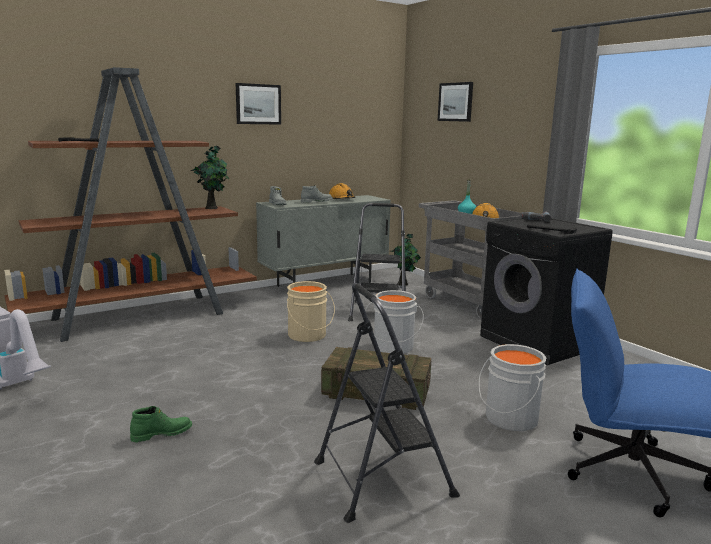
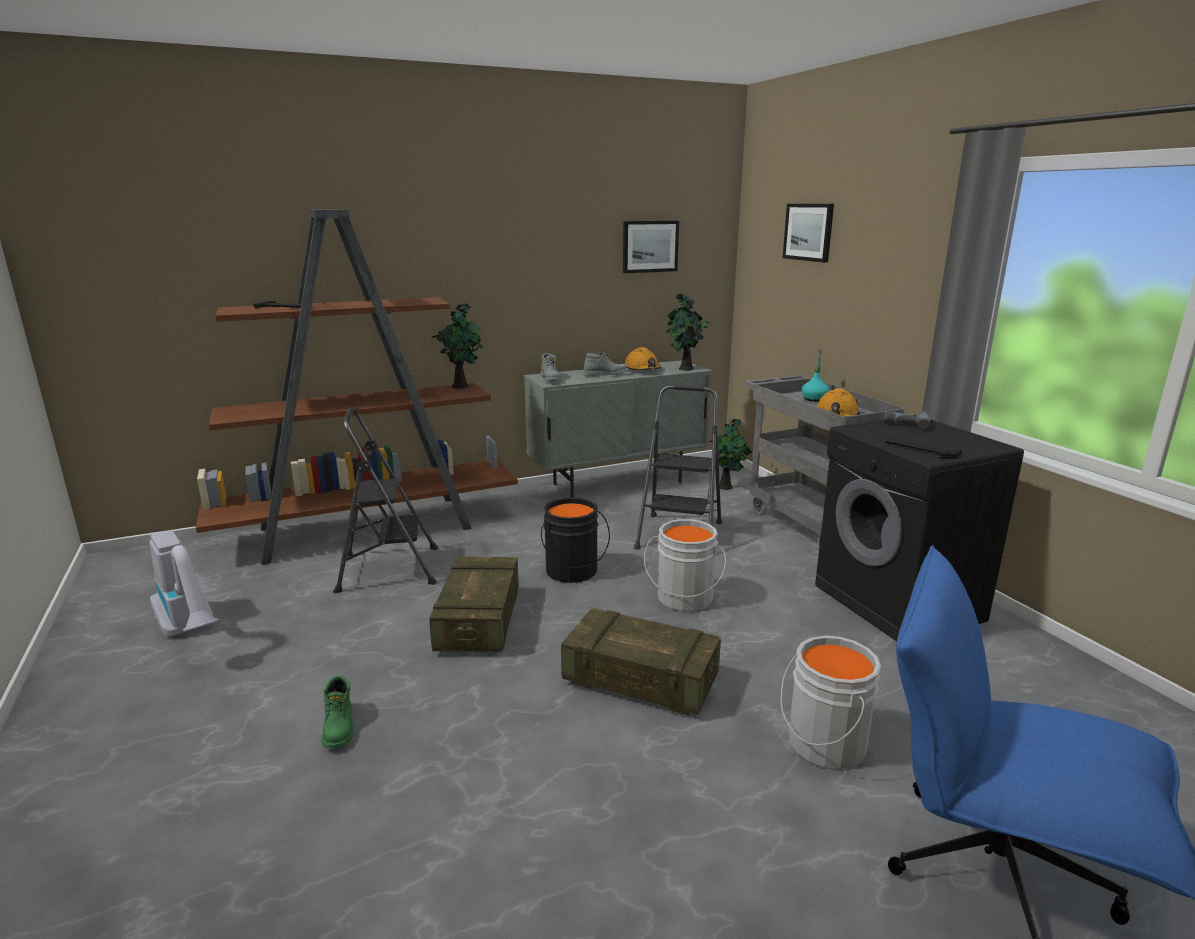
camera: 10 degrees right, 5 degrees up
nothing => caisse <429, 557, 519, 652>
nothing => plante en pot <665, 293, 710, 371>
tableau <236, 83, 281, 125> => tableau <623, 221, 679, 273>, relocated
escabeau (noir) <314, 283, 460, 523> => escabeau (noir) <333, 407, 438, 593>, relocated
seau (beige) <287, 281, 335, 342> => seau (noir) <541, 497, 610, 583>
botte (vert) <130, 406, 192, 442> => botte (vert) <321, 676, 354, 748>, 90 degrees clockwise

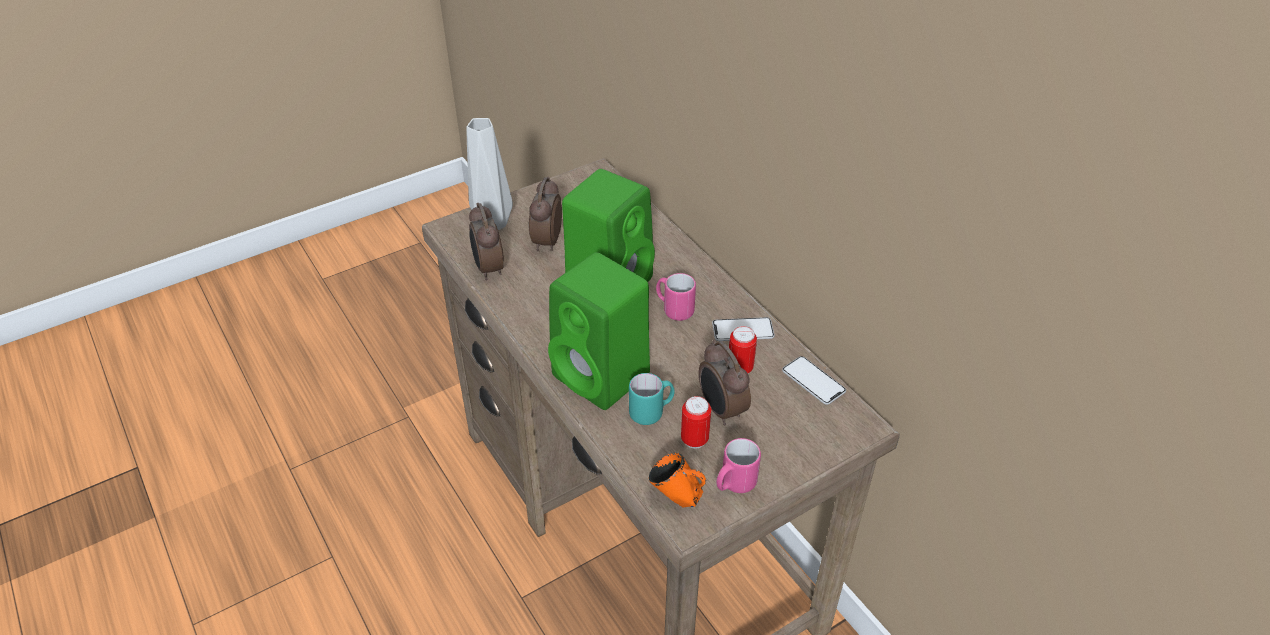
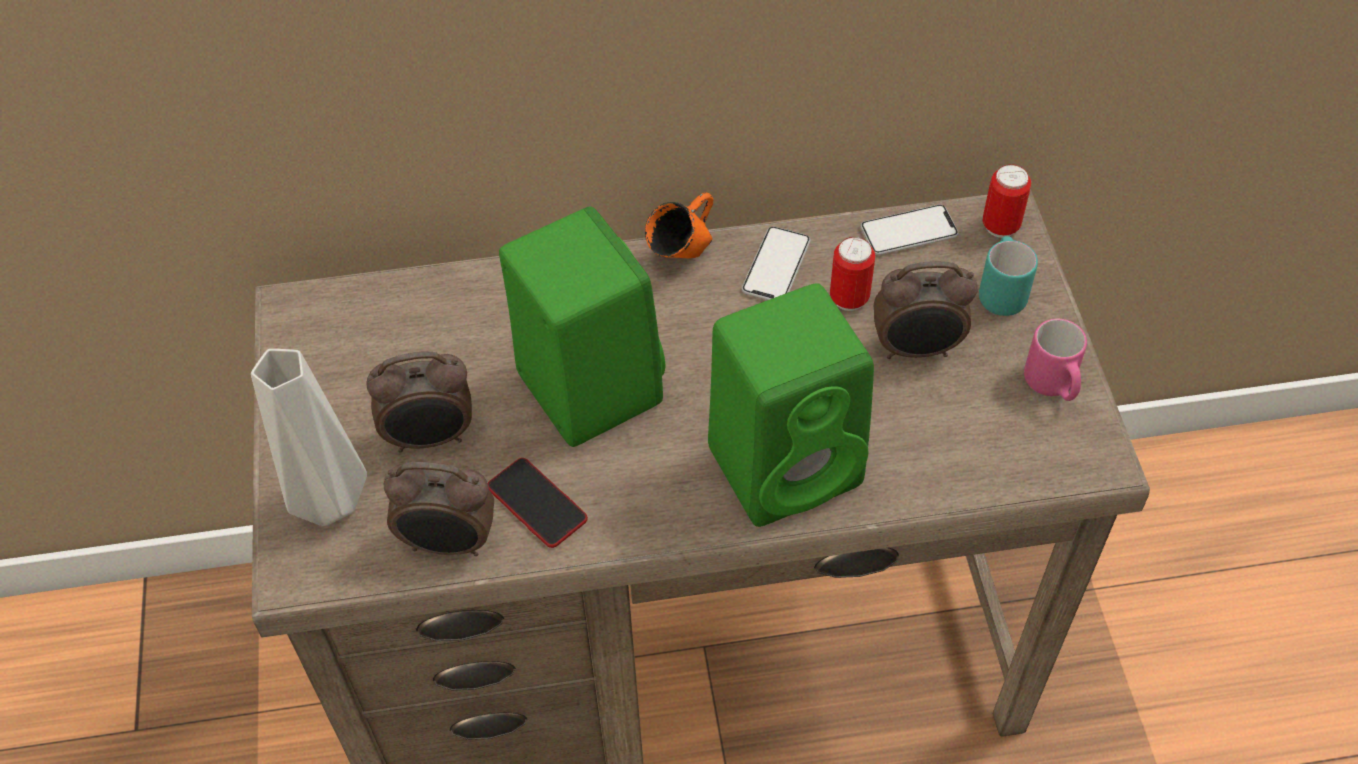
camera: 65 degrees left, 10 degrees up
mug (rose) <656, 273, 696, 321> => nothing
nothing => téléphone <488, 458, 588, 548>
mug (turquoise) <629, 373, 675, 425> => mug (turquoise) <979, 236, 1038, 316>, relocated
mug (orange) <649, 453, 706, 507> => mug (orange) <645, 193, 713, 258>, relocated
boîte métallique <681, 396, 711, 449> => boîte métallique <982, 164, 1031, 238>, relocated
réveil <529, 177, 562, 251> => réveil <366, 352, 472, 453>, 45 degrees counterclockwise

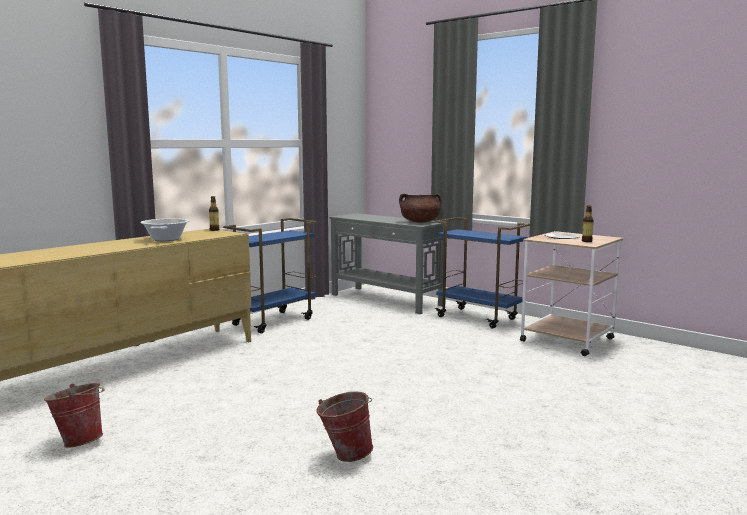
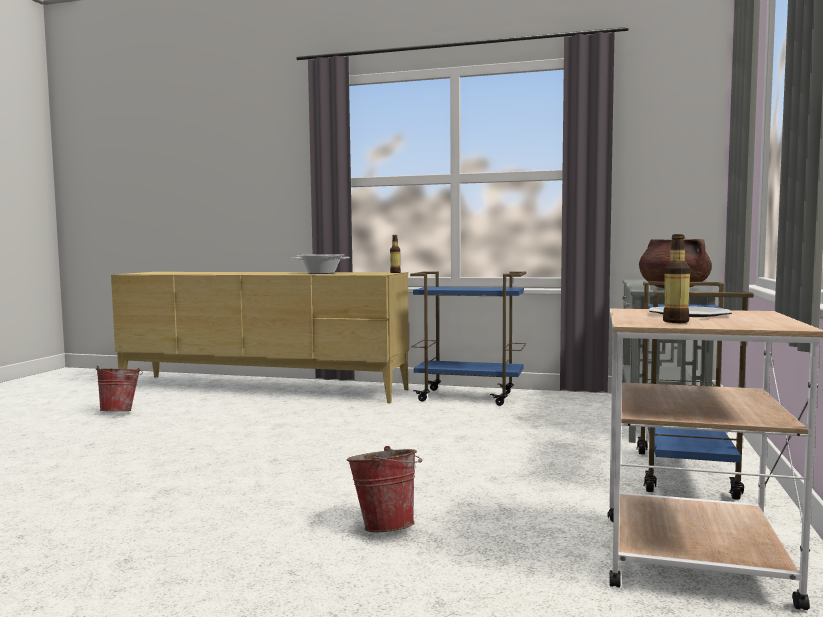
camera: 65 degrees right, 5 degrees down
seau <317, 391, 373, 462> => seau <347, 446, 422, 532>, relocated

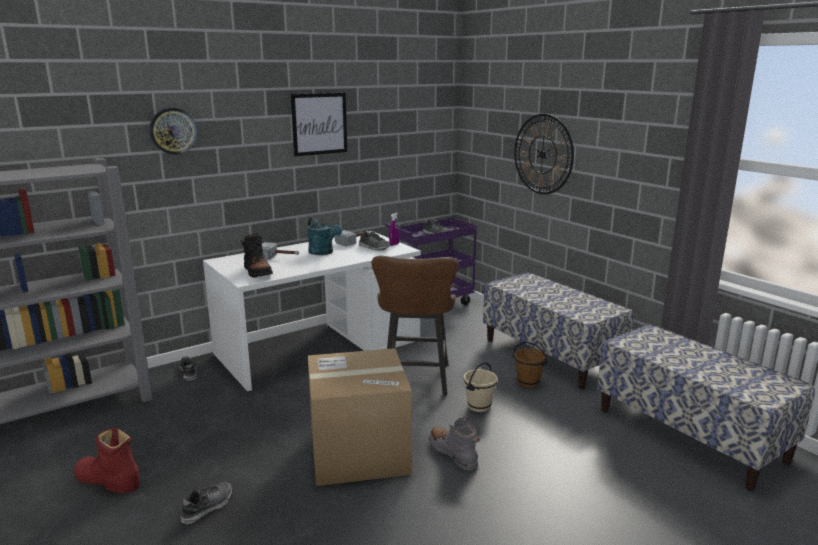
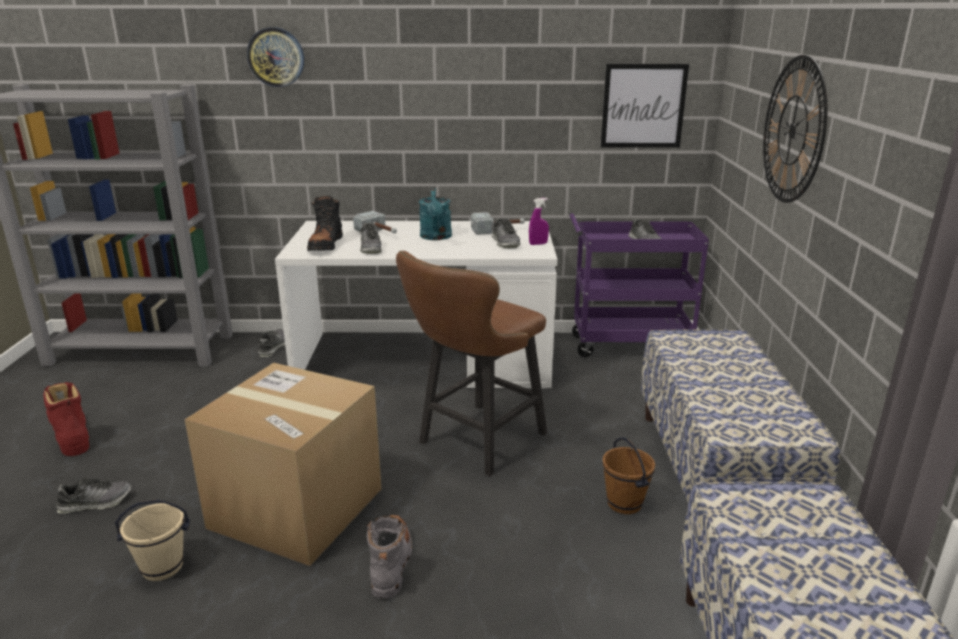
camera: 35 degrees right, 5 degrees up
nothing => chaussure <359, 222, 382, 254>
tableau <291, 93, 347, 156> => tableau <600, 64, 689, 148>, relocated
seau (beige) <464, 362, 497, 412> => seau (beige) <115, 499, 190, 581>, relocated

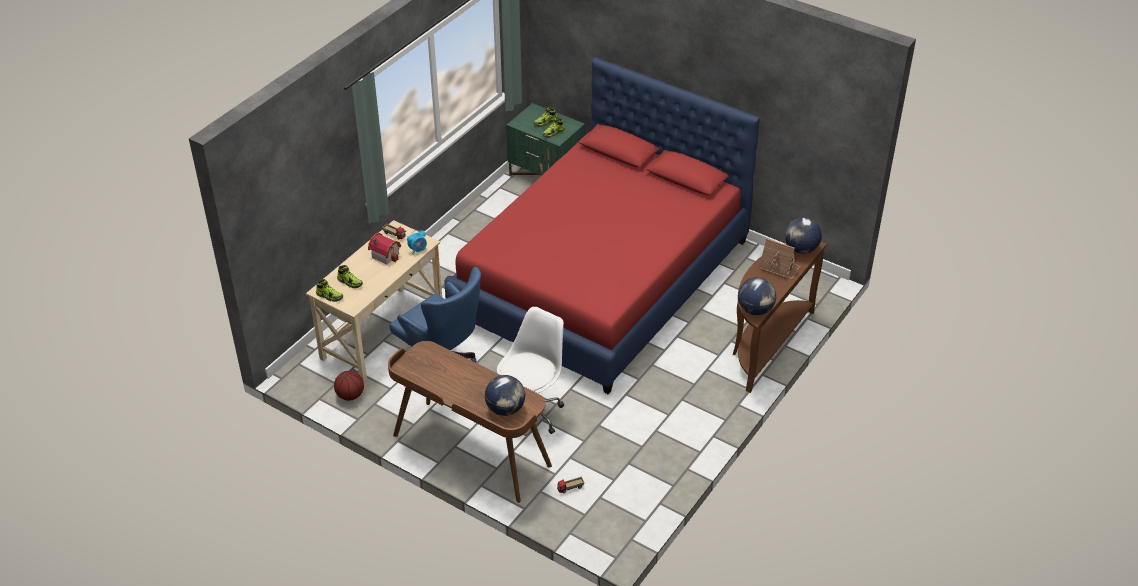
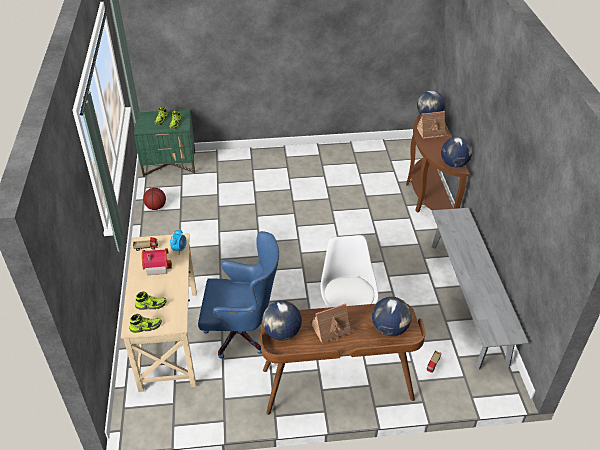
camera: 40 degrees left, 0 degrees up
lit (rouge) <444, 57, 760, 394> => nothing
nothing => globe <262, 301, 302, 341>
nothing => maison miniature <311, 303, 355, 343>
nothing => banc (gris) <432, 208, 529, 371>
ballon de basket <334, 371, 364, 401> => ballon de basket <143, 188, 166, 210>, relocated

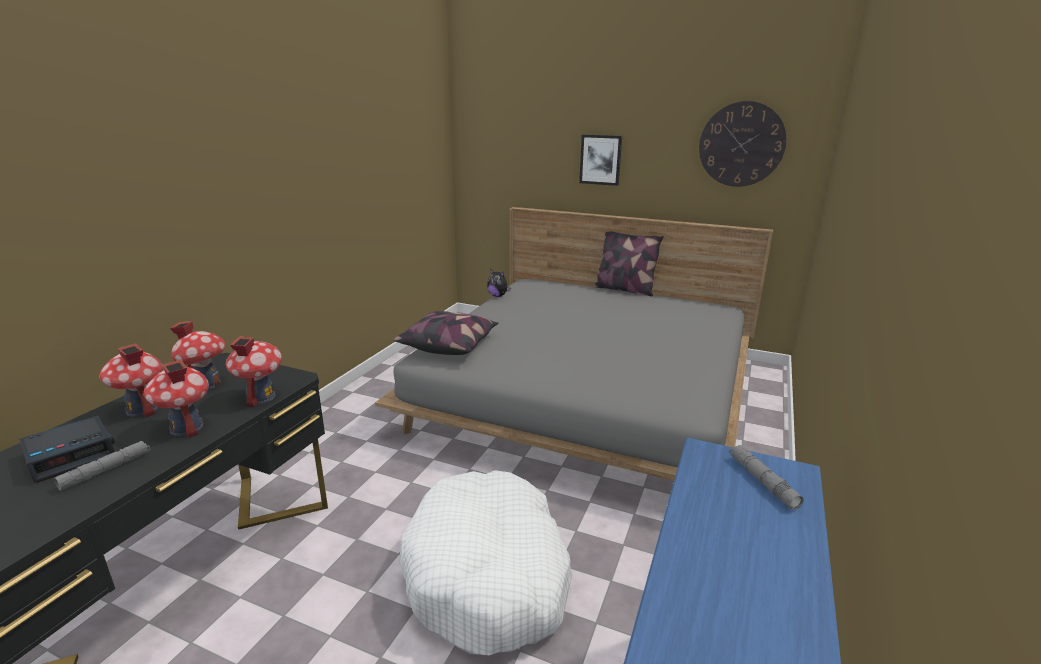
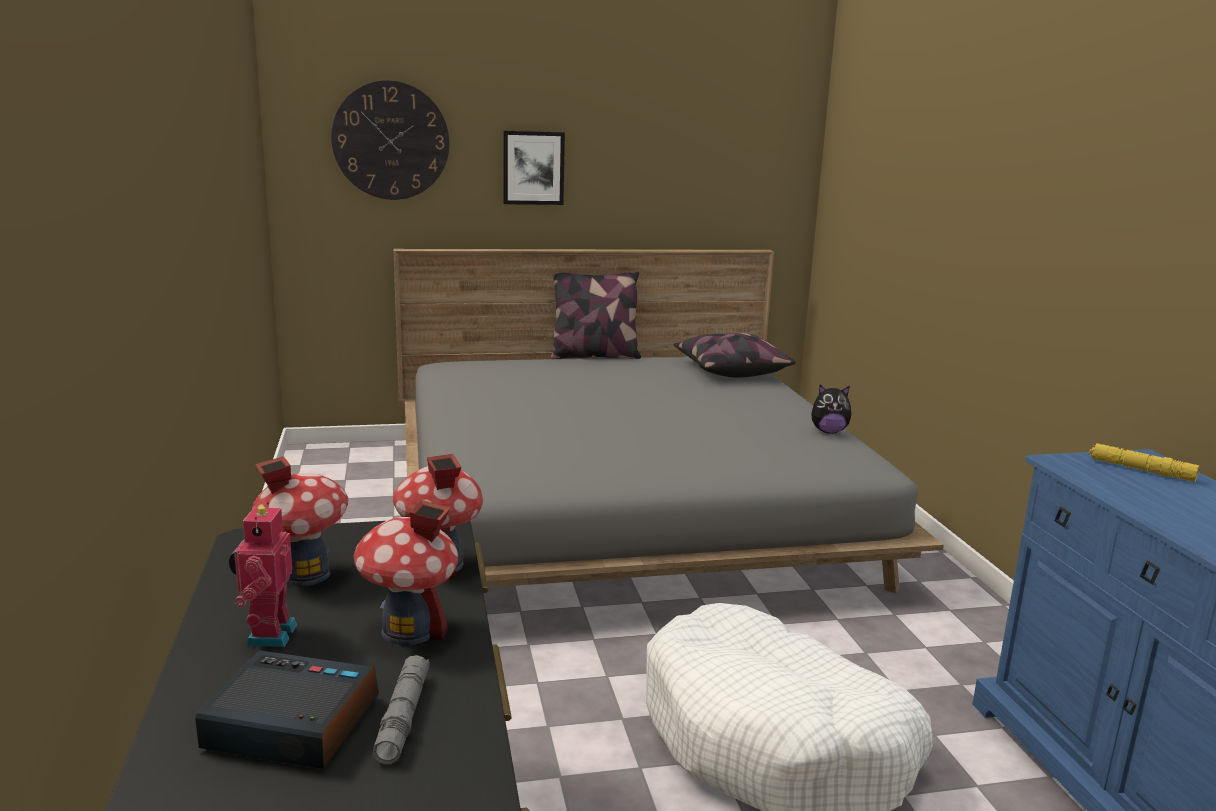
camera: 35 degrees left, 5 degrees down
coussin <394, 311, 499, 355> => coussin <673, 333, 796, 378>, relocated
peluche <487, 270, 511, 297> => peluche <811, 385, 852, 434>, relocated
horloge murale <699, 101, 786, 187> => horloge murale <331, 80, 449, 200>, relocated
maison miniature <99, 343, 163, 417> => robot jouet <229, 502, 297, 647>
lampe de poche (gris) <729, 445, 804, 510> => lampe de poche (jaune) <1089, 443, 1199, 482>
réveil <19, 416, 115, 483> => réveil <195, 650, 379, 769>, 90 degrees counterclockwise

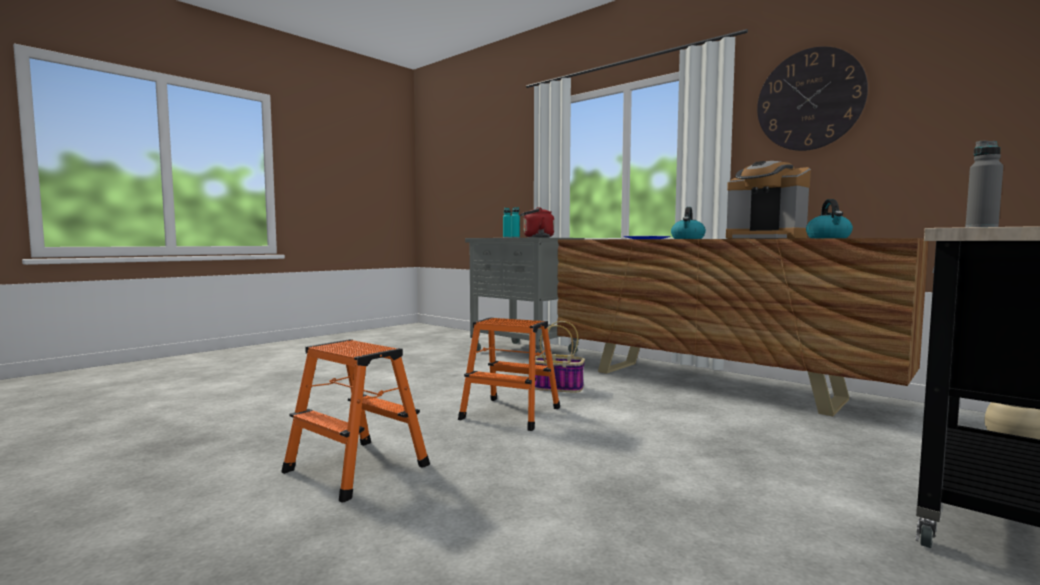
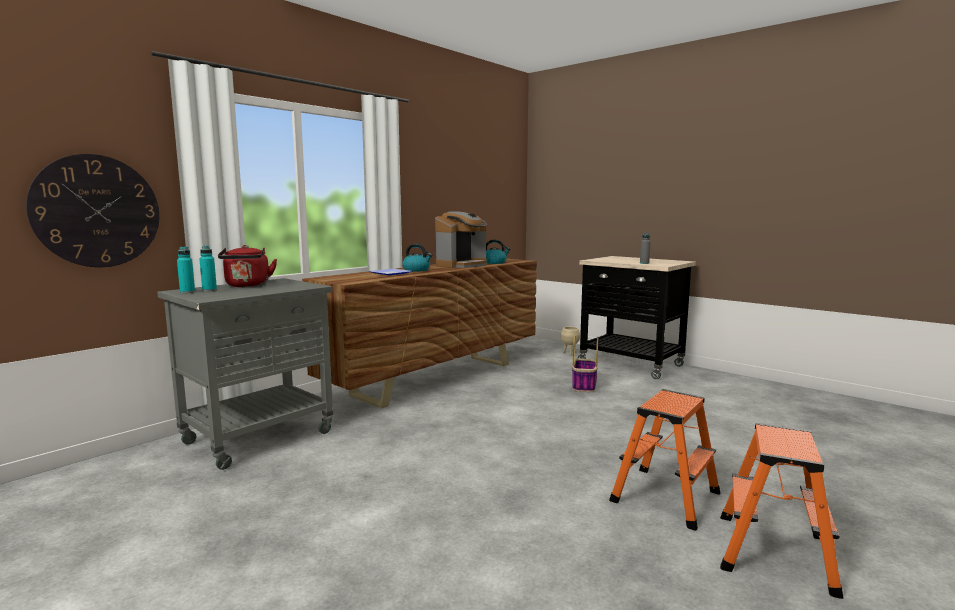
camera: 90 degrees left, 5 degrees up
escabeau (orange) <458, 317, 560, 431> => escabeau (orange) <720, 423, 844, 599>, relocated
panier <535, 321, 585, 392> => panier <572, 335, 598, 392>, relocated
horloge murale <757, 46, 868, 151> => horloge murale <26, 154, 159, 267>, relocated

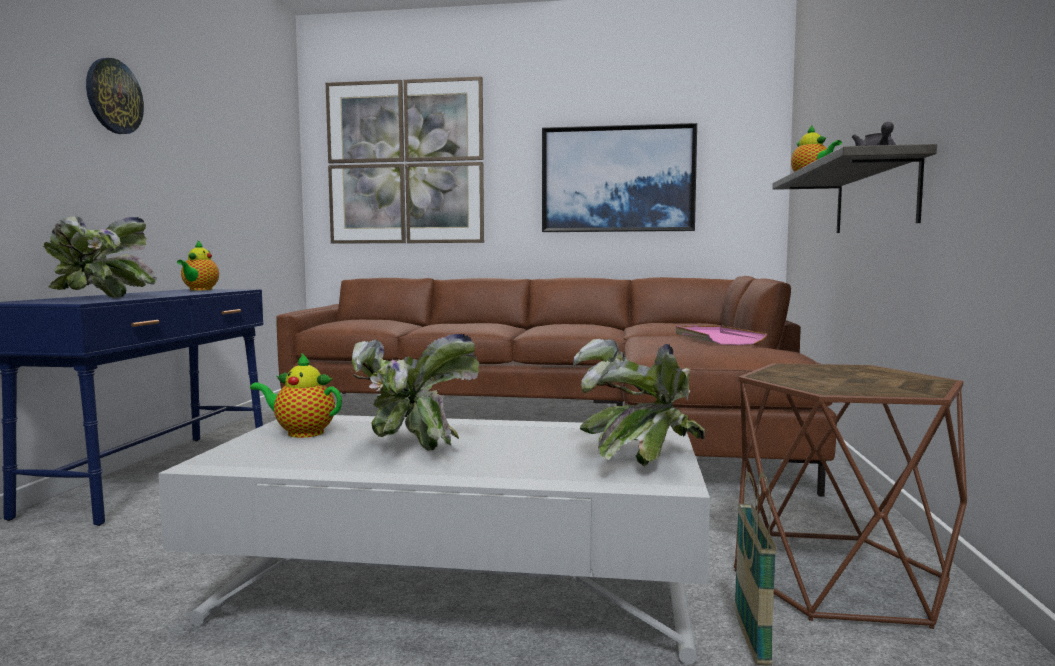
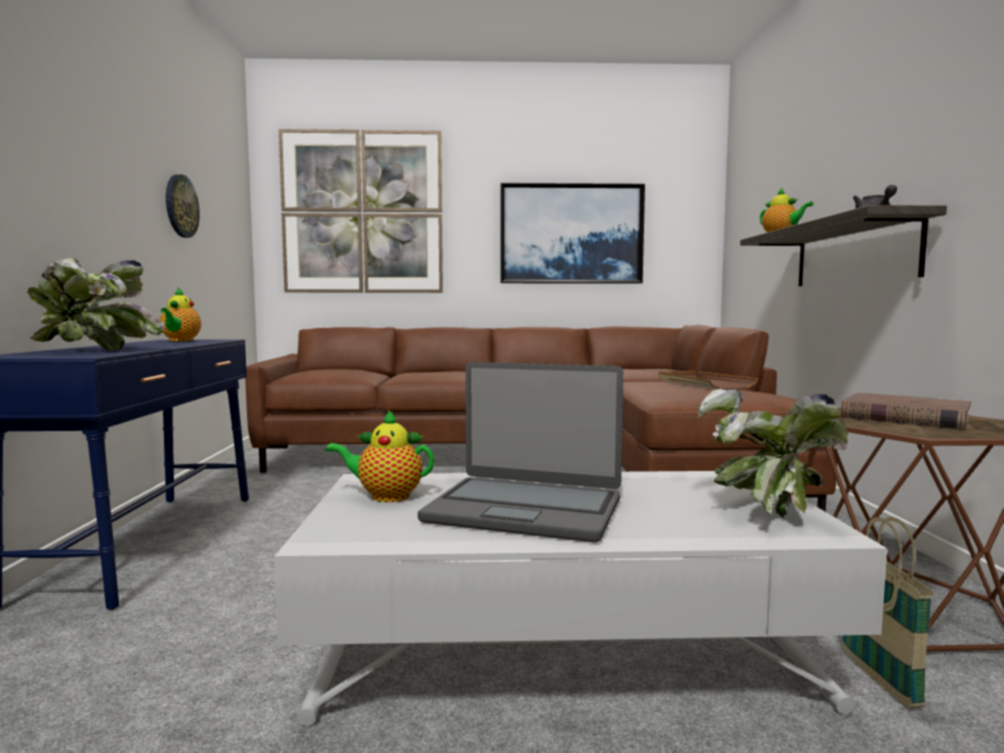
camera: 10 degrees left, 0 degrees up
nothing => livre (marron) <841, 393, 971, 429>
horloge murale <86, 58, 144, 134> => horloge murale <166, 174, 200, 238>, relocated
plante en pot <350, 334, 479, 450> => ordinateur portable <418, 362, 623, 542>
plateau (rose) <676, 325, 767, 345> => plateau (marron) <658, 371, 759, 389>

